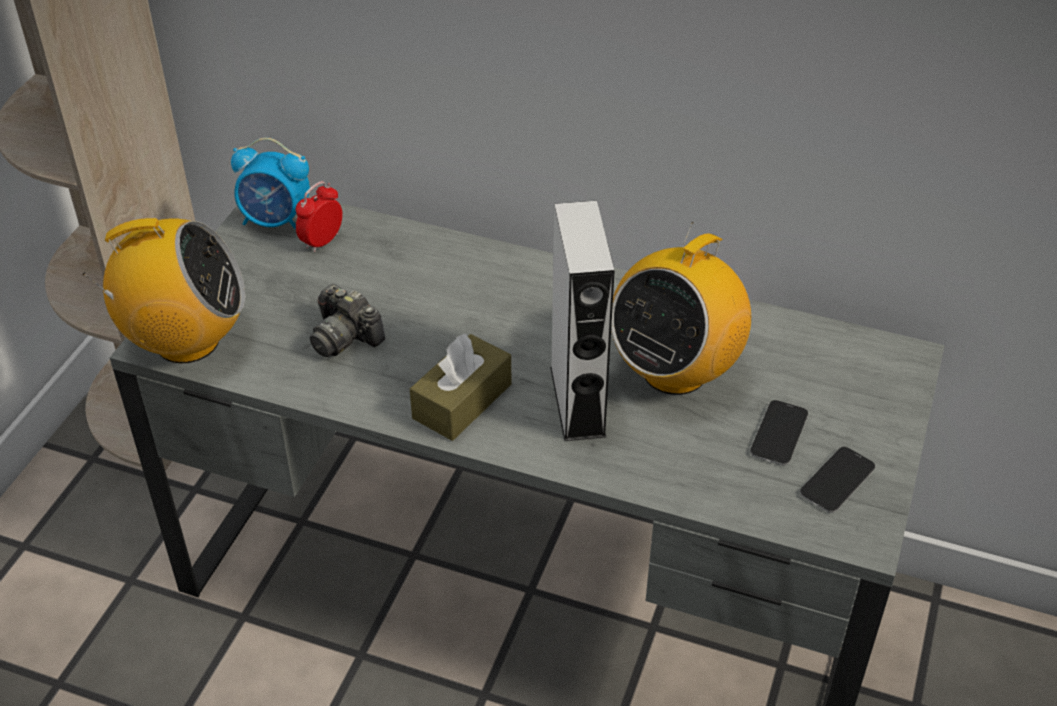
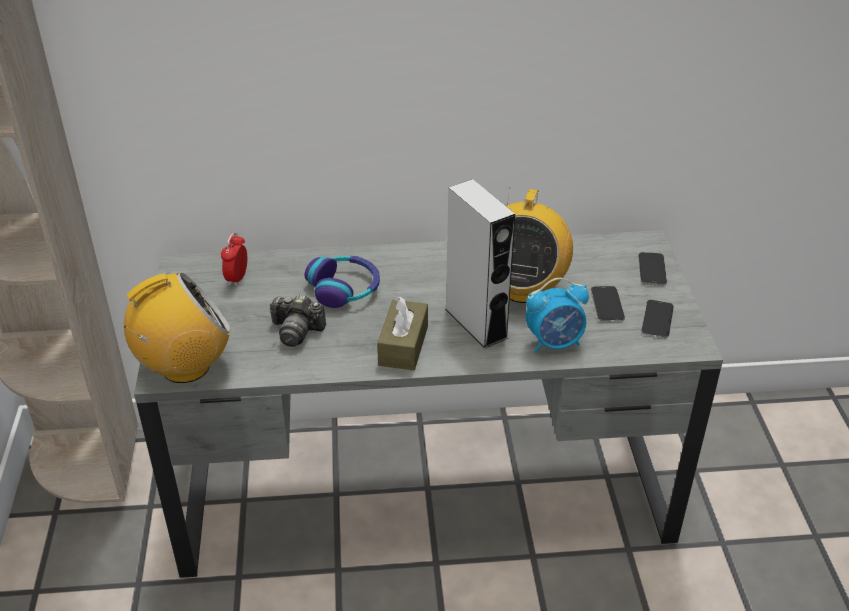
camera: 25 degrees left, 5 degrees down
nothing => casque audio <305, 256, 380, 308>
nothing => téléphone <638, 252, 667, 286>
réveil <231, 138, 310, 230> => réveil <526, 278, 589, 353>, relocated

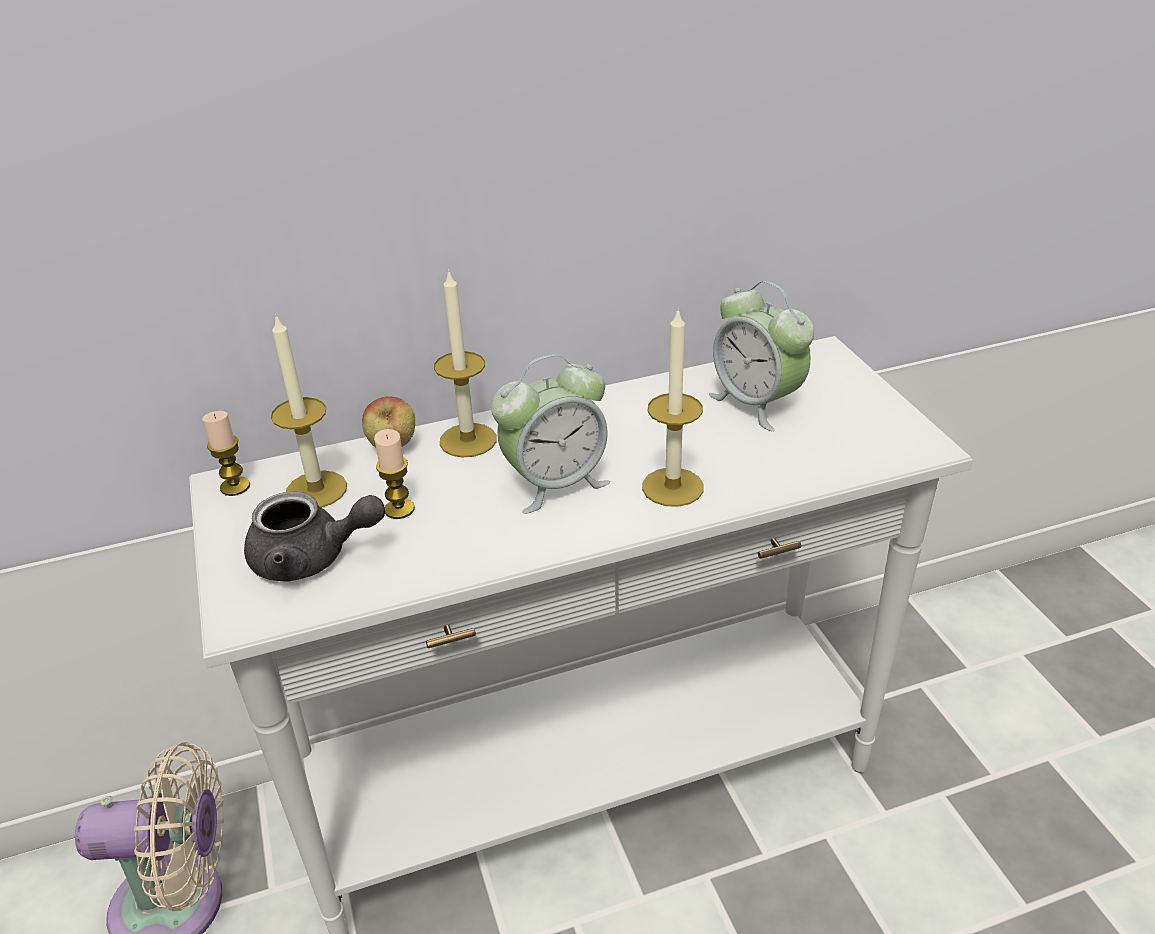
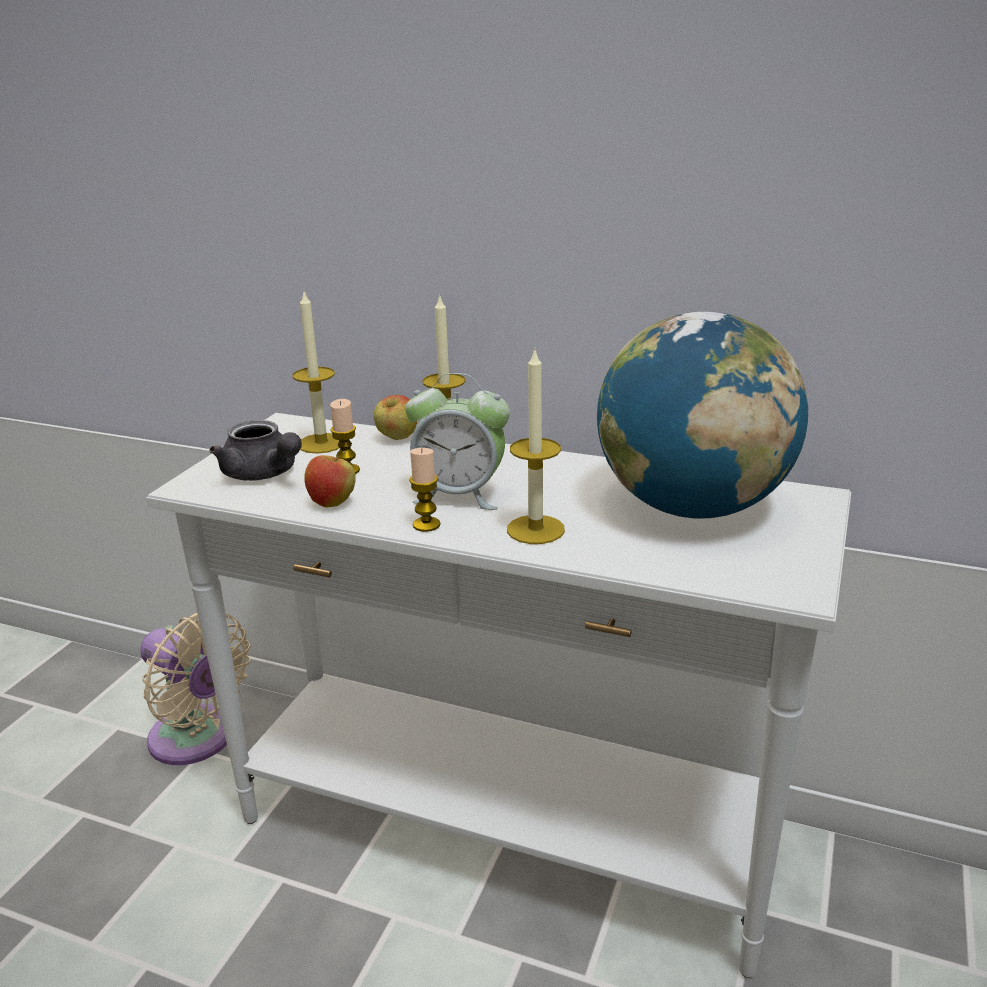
camera: 40 degrees right, 10 degrees down
nothing => pomme <304, 451, 356, 507>
bougie <202, 411, 250, 496> => bougie <409, 448, 440, 532>, relocated
réveil <709, 281, 814, 431> => globe <597, 312, 808, 519>

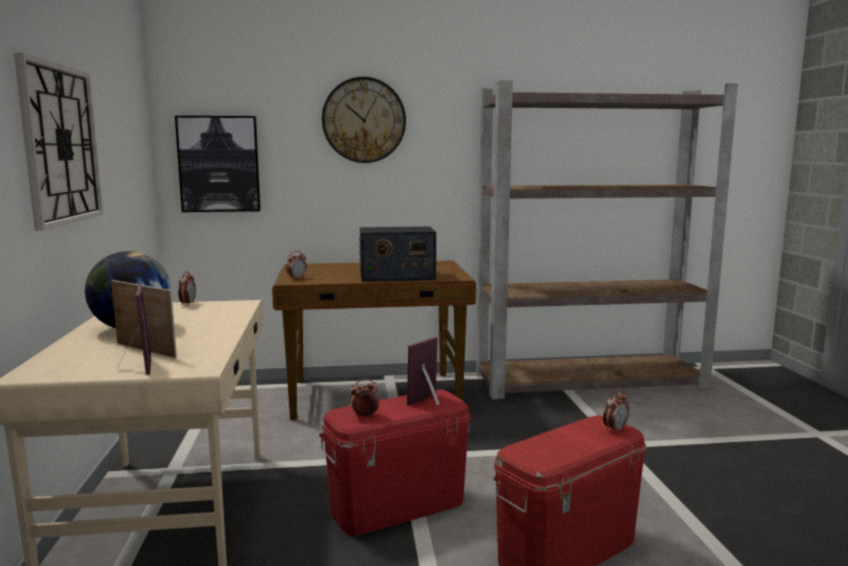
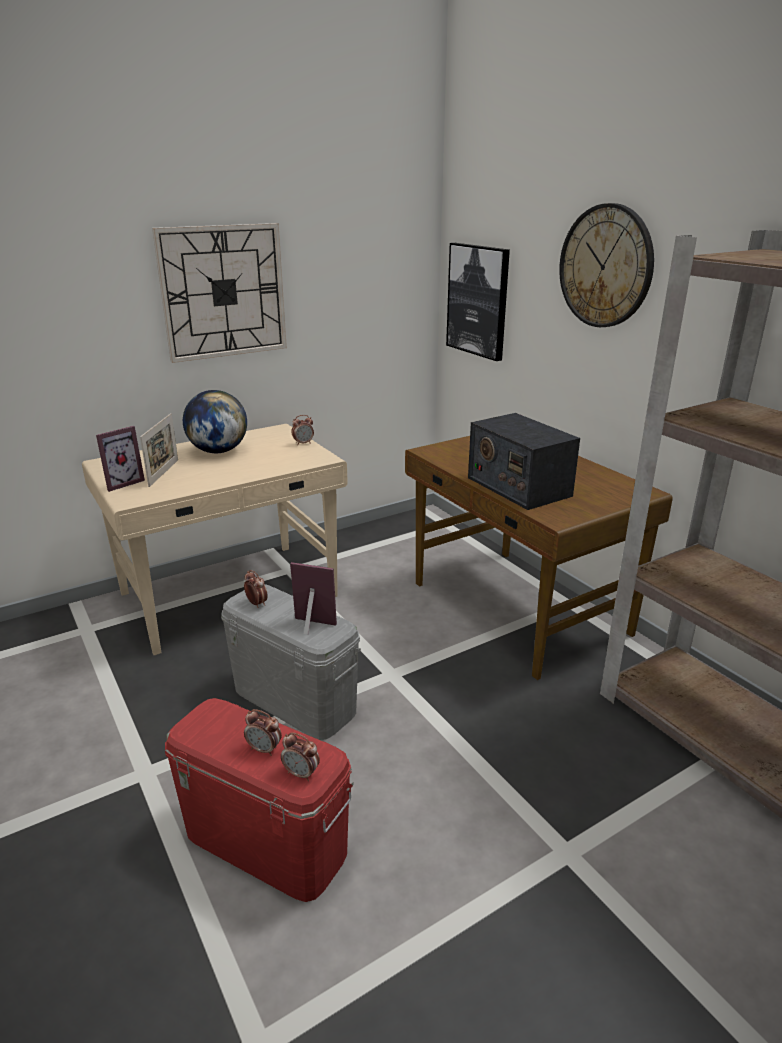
camera: 65 degrees right, 15 degrees up
réveil <286, 251, 307, 279> => réveil <244, 709, 282, 756>, relocated
boîte de rangement (rouge) <319, 390, 472, 536> => boîte de rangement (gris) <221, 584, 361, 740>

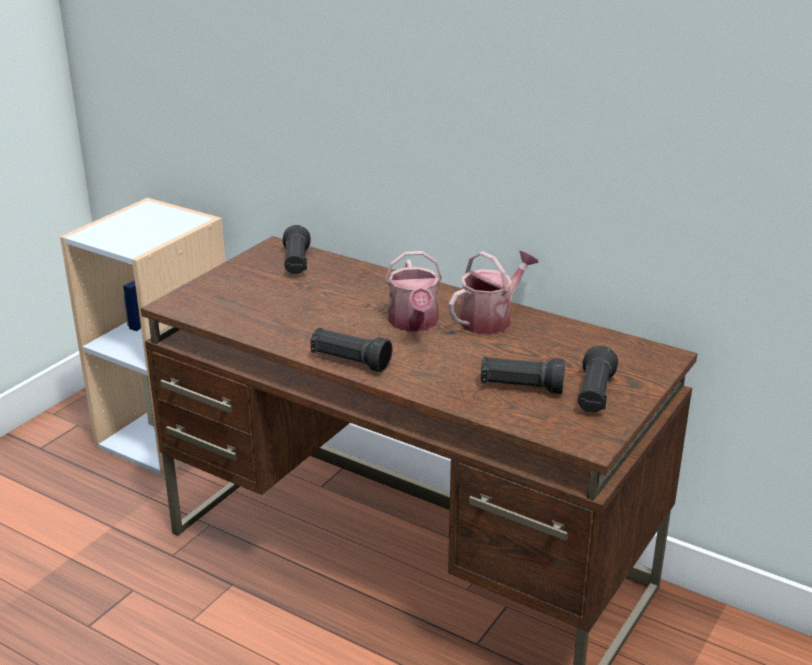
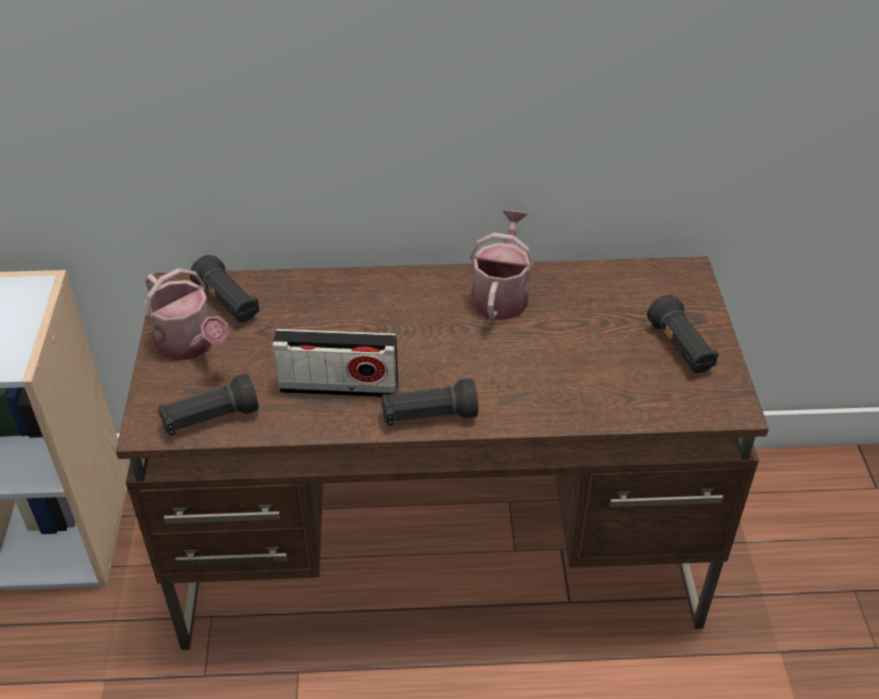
camera: 35 degrees left, 15 degrees up
nothing => radio <272, 329, 398, 397>
arrosoir <385, 251, 442, 332> => arrosoir <145, 268, 229, 361>, relocated
lampe de poche (noir) <481, 356, 565, 394> => lampe de poche (noir) <158, 374, 259, 436>, relocated

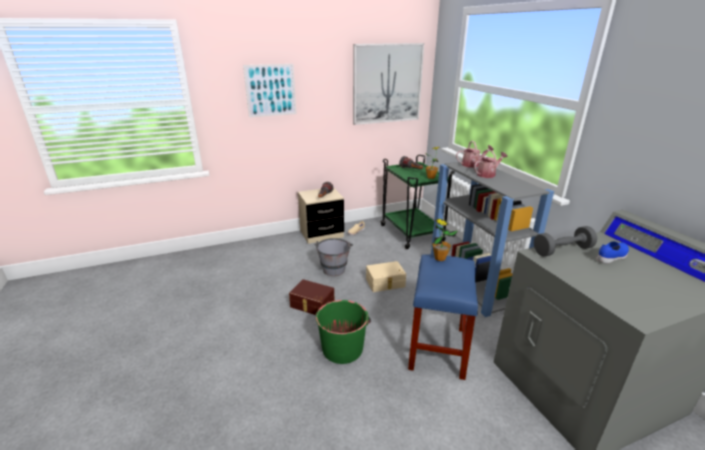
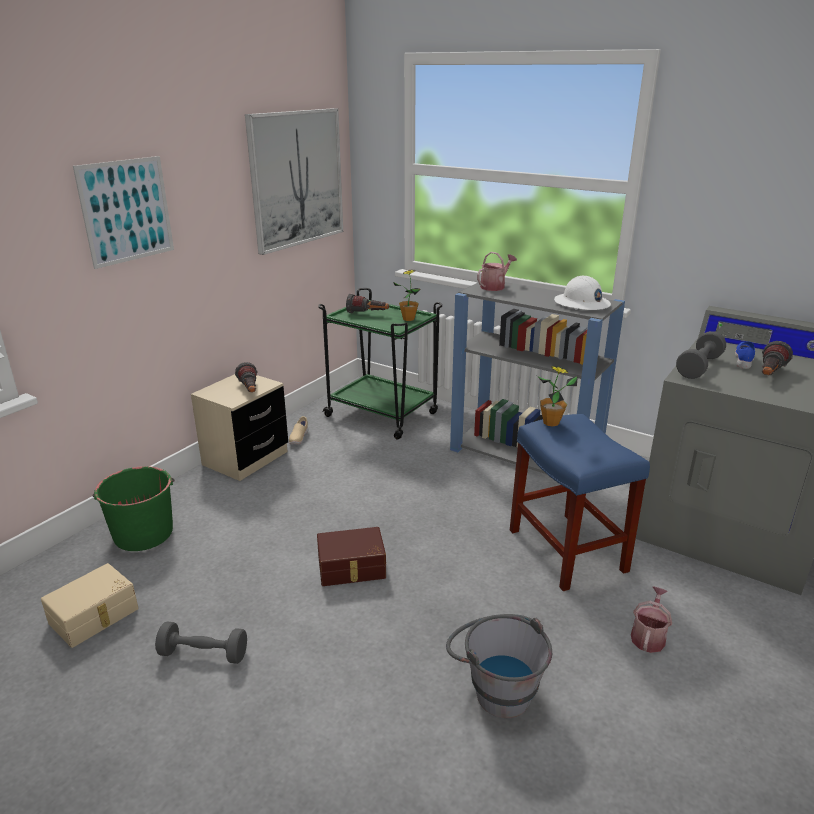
camera: 35 degrees left, 0 degrees up
nothing => haltère (gris) <155, 622, 247, 664>
nothing => casque de chantier (blanc) <554, 276, 611, 310>
nothing => lampe de poche <762, 341, 793, 375>
seau (gris) <315, 238, 353, 276> => seau (gris) <446, 614, 552, 718>, relocated
seau (vert) <315, 300, 371, 364> => seau (vert) <93, 466, 175, 551>, relocated
boîte de rangement (beige) <366, 261, 406, 292> => boîte de rangement (beige) <41, 563, 139, 648>, relocated
arrosoir <474, 149, 508, 178> => arrosoir <631, 587, 672, 653>, relocated

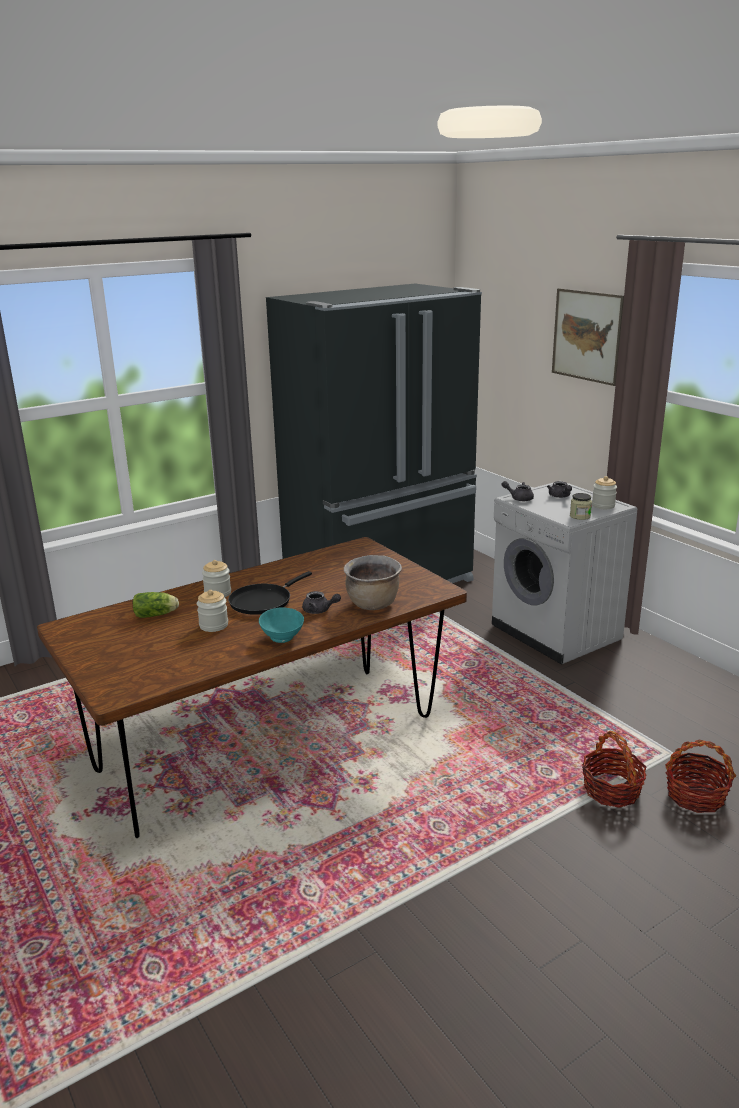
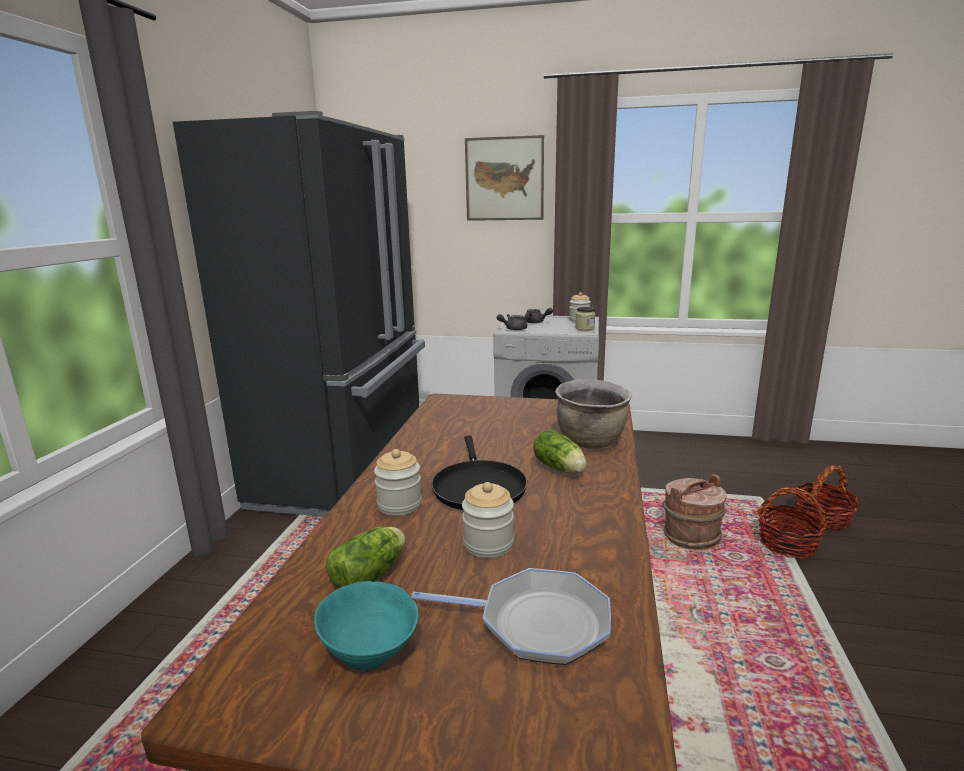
camera: 45 degrees left, 5 degrees down
nothing => poêle <411, 568, 611, 665>
nothing => seau (marron) <663, 474, 727, 550>
bol (turquoise) <259, 608, 304, 643> => bol (turquoise) <314, 581, 418, 670>, relocated
théière (gris) <302, 591, 341, 614> => laitue <533, 429, 587, 473>

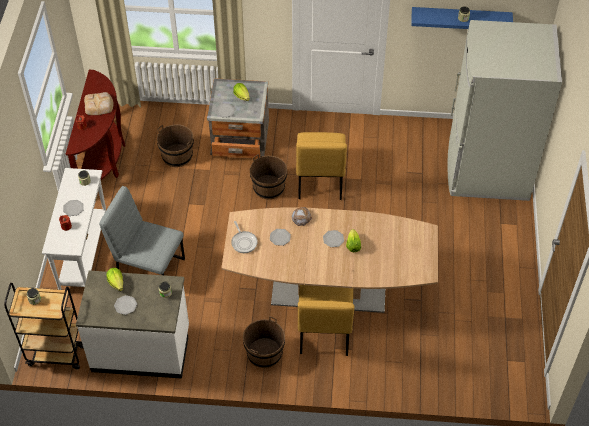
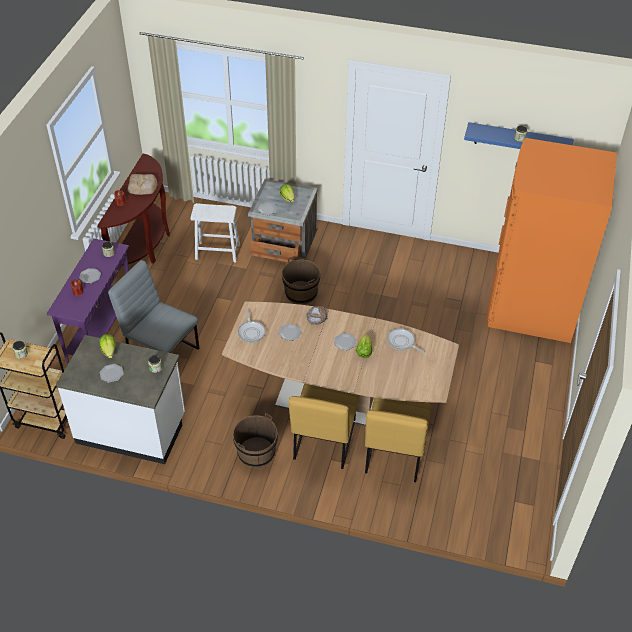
camera: 10 degrees right, 5 degrees down
nothing => poêle <387, 328, 424, 354>
chaise (jaune) <296, 132, 347, 200> => chaise (jaune) <365, 398, 431, 482>, relocated
seau (marron) <157, 125, 194, 167> => tabouret (blanc) <191, 203, 240, 262>
table console (blanc) <42, 168, 106, 290> => table console (violet) <46, 239, 129, 364>
réfrigérateur (blanc) <448, 20, 562, 201> => réfrigérateur (orange) <487, 138, 617, 343>

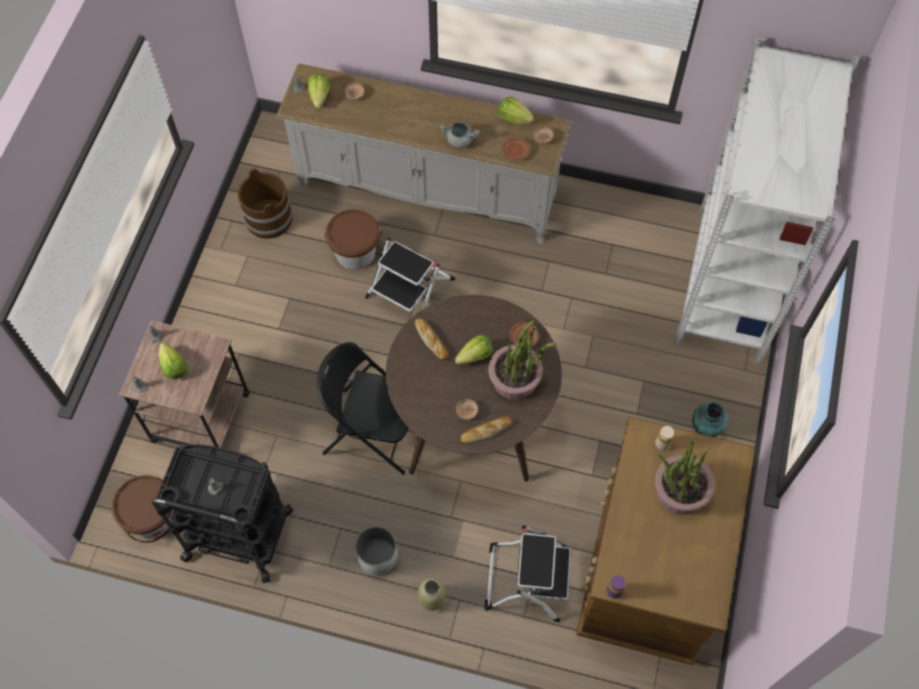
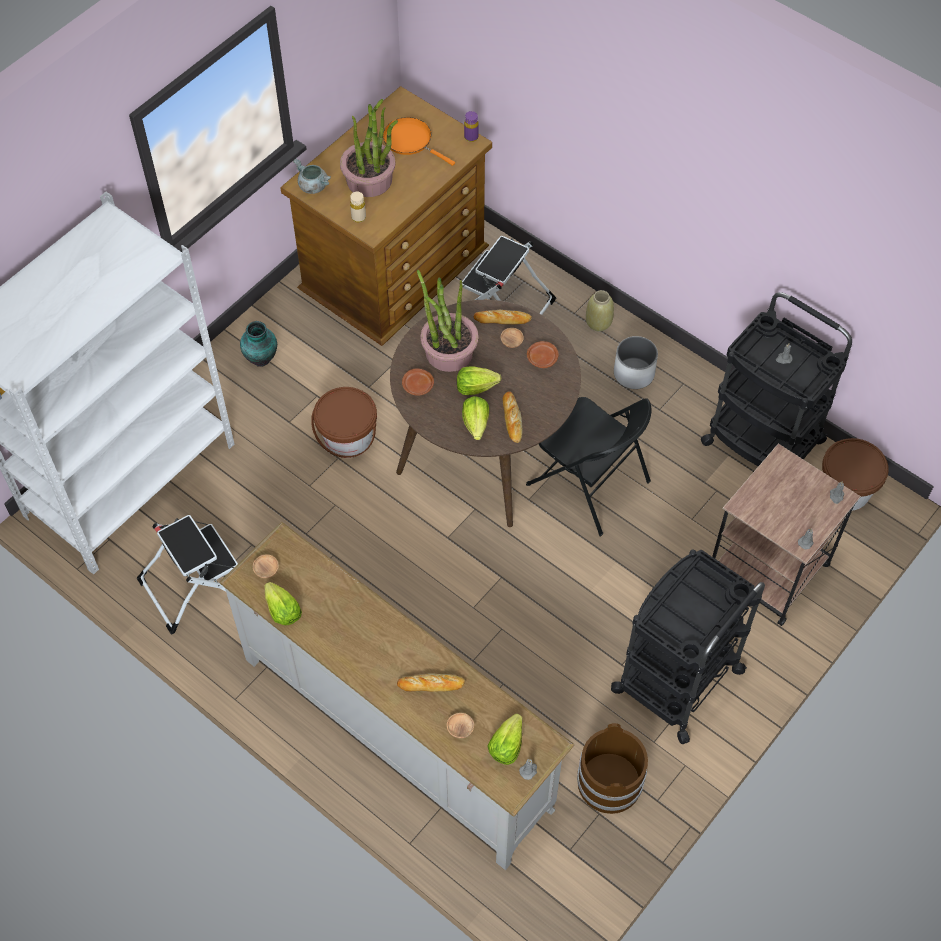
camera: 155 degrees left, 5 degrees down
nothing => poêle (orange) <383, 117, 455, 166>
nothing => pain <397, 674, 465, 692>
nothing => chariot (noir) <611, 550, 765, 744>
laitue <159, 343, 188, 379> => laitue <462, 396, 489, 440>, relocated
seau (marron) <324, 209, 382, 269> => seau (marron) <311, 387, 377, 458>, relocated
escabeau <365, 238, 456, 312> => escabeau <137, 515, 238, 635>, relocated
marmite (gris) <440, 122, 479, 148> => marmite (gris) <293, 159, 331, 194>, relocated
assiette (marron) <502, 137, 530, 160> => assiette (marron) <527, 341, 559, 368>, relocated

